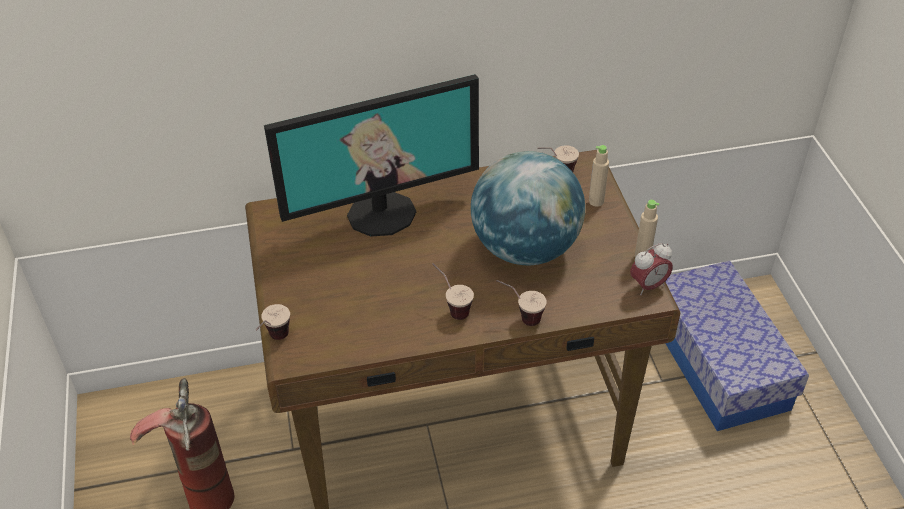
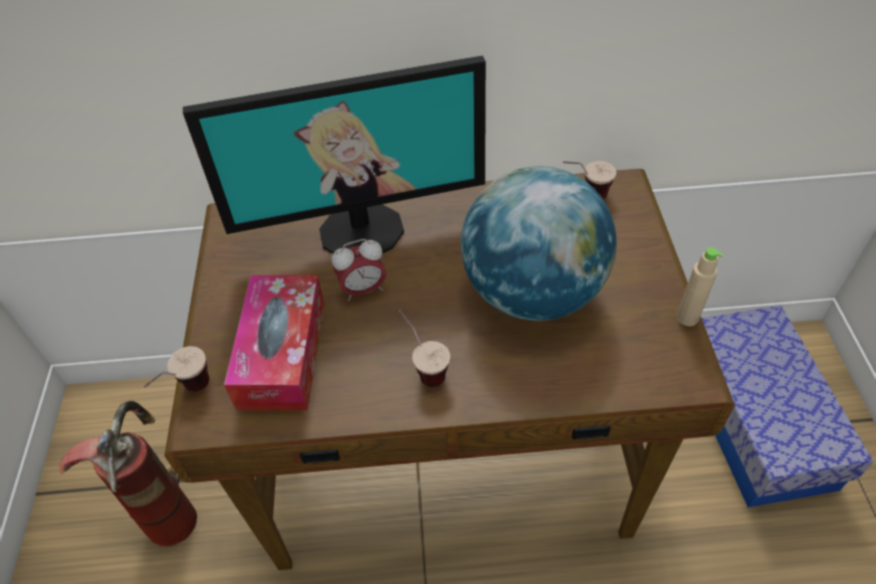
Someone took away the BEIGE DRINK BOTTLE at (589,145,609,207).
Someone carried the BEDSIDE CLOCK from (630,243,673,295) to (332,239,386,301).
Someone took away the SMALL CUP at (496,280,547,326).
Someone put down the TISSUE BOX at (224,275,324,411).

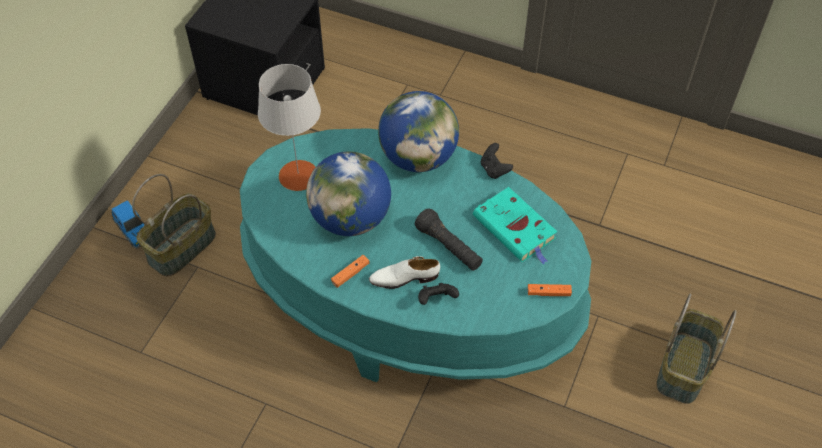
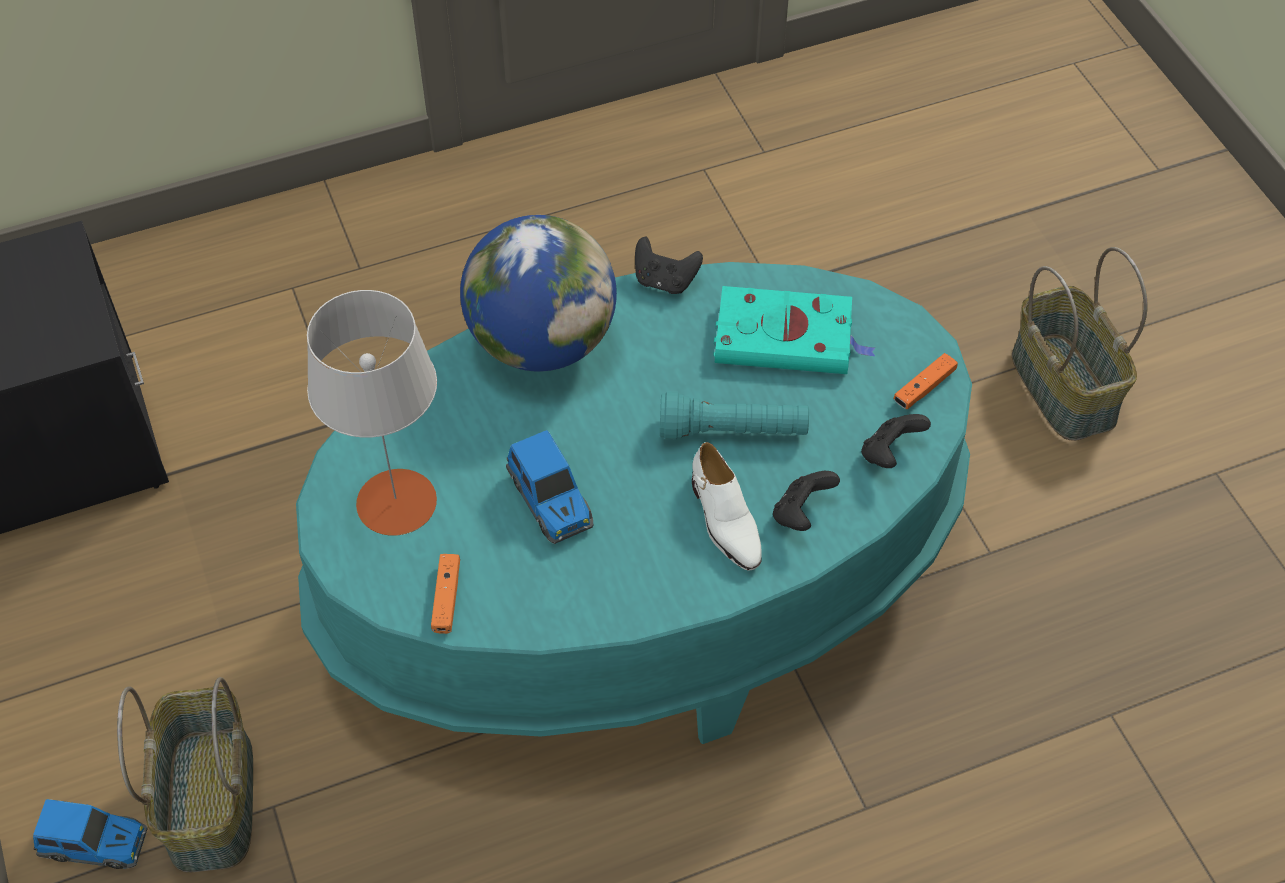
Someone swapped the GLOBE at (306,151,391,236) for the TOY CAR at (506,430,594,544).
Someone repainted the BLACK HAND TORCH at (415,208,483,271), which became the BLUE-GREEN HAND TORCH at (660,392,809,439).
Someone carried the ORANGE GAMEPAD from (331,255,370,288) to (431,554,460,634).
Someone rotated the WHITE ITEM OF FOOTWEAR at (369,256,440,289) by 60 degrees counterclockwise.
Someone put down the BLACK GAMEPAD at (861,414,931,468).

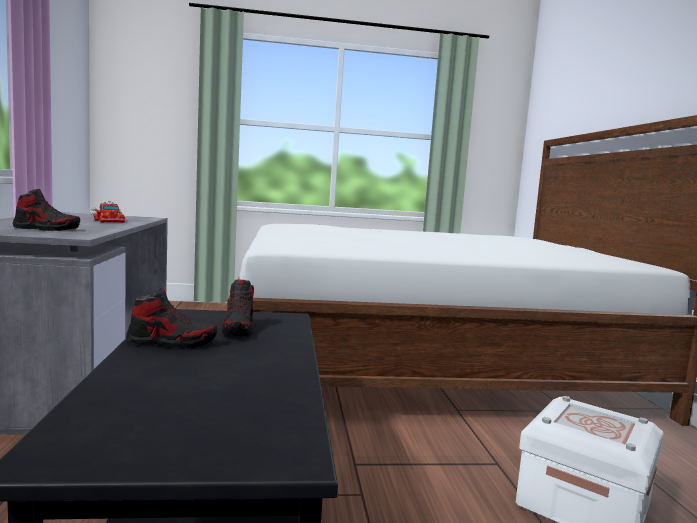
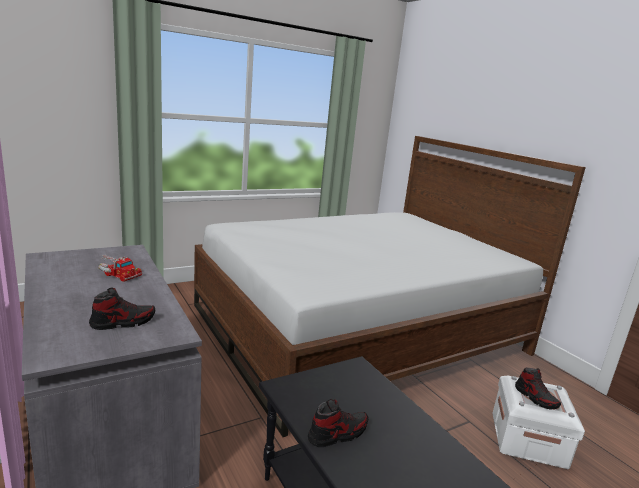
Someone carried the ITEM OF FOOTWEAR from (222,280,254,337) to (515,368,561,409).

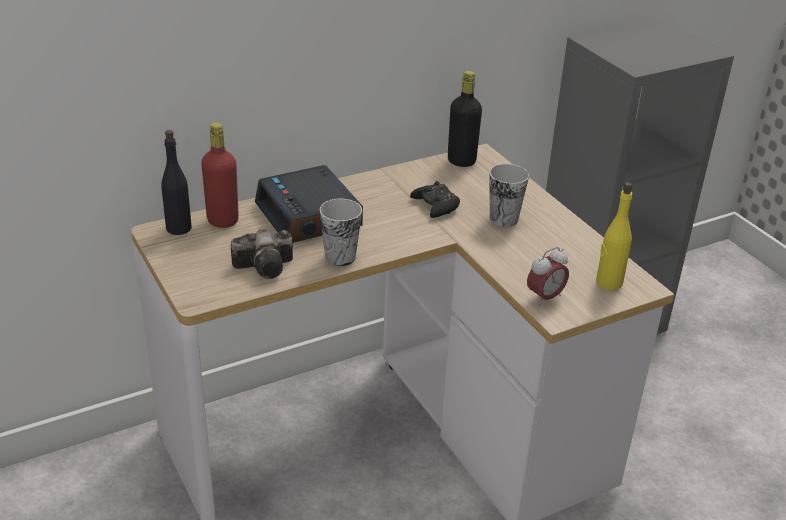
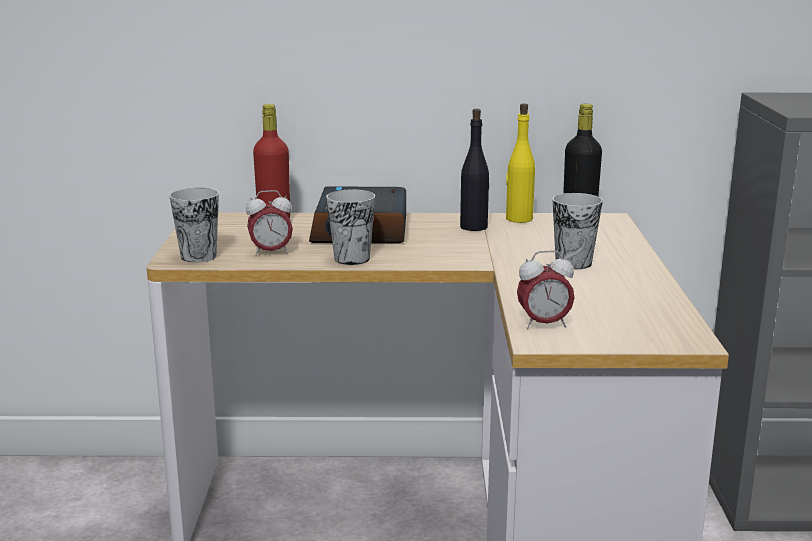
Someone carried the BLACK DRINK BOTTLE from (162,130,191,235) to (460,109,489,231).
Someone took away the BLACK GAMEPAD at (410,181,460,218).
Someone carried the YELLOWISH DRINK BOTTLE from (596,182,633,290) to (506,103,535,223).
Someone swapped the STILL CAMERA at (231,229,293,279) for the BEDSIDE CLOCK at (246,190,293,256).
Someone put down the SMALL CUP at (169,188,219,263).

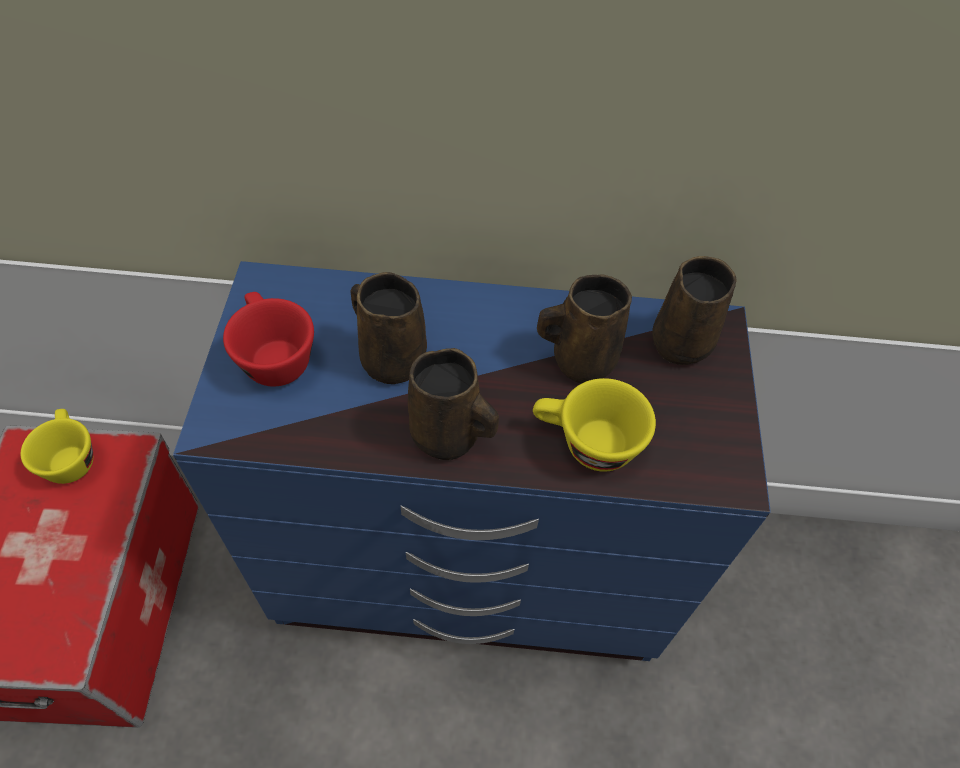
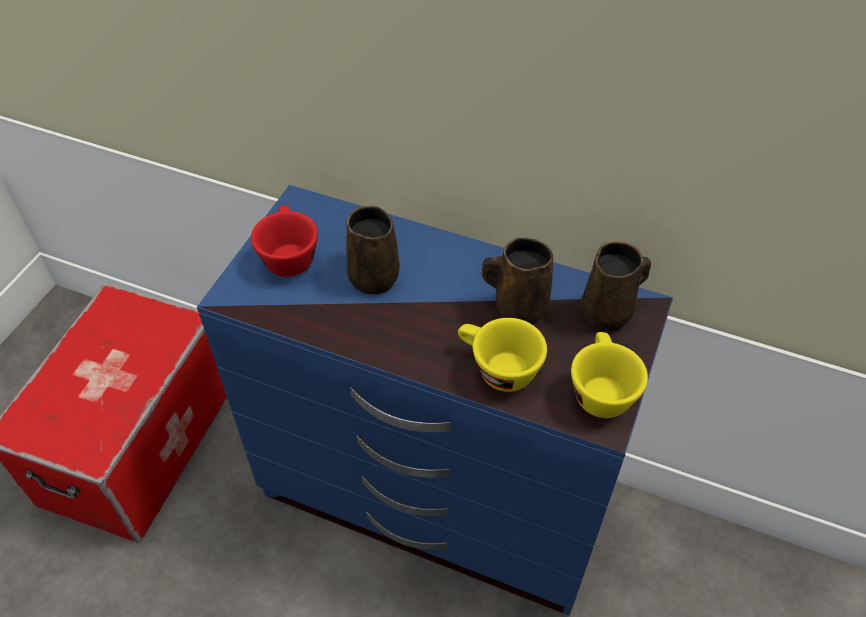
Someone took away the BROWN TEA MUG at (408,348,499,460).
Someone carried the YELLOWISH SMALL CUP from (21,409,93,484) to (571,332,648,418).

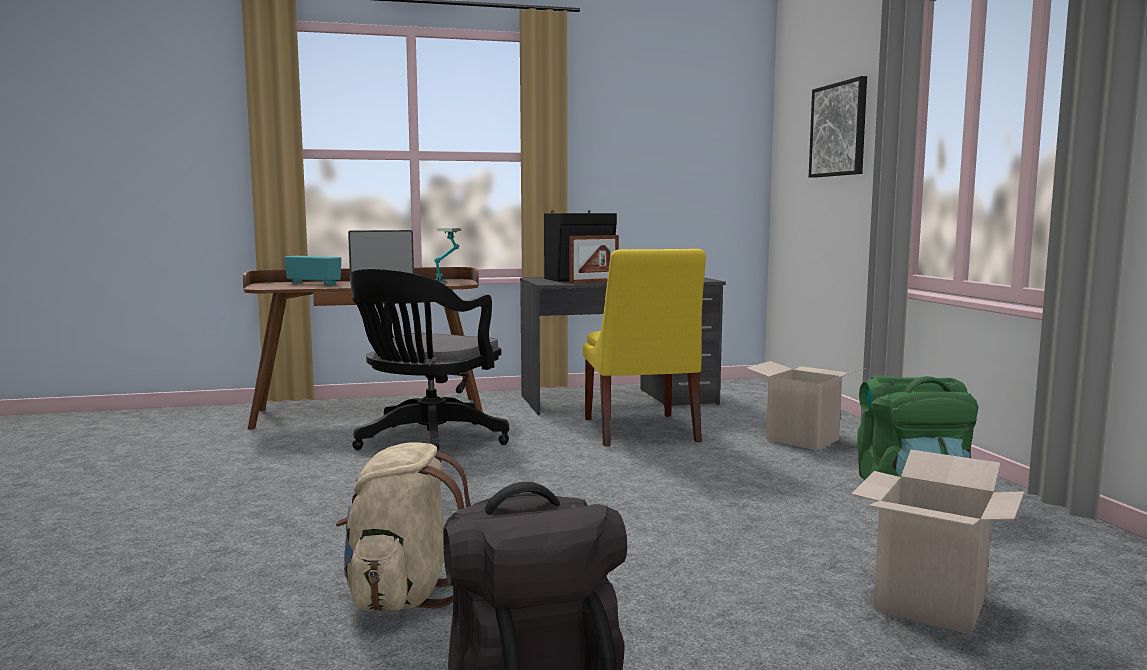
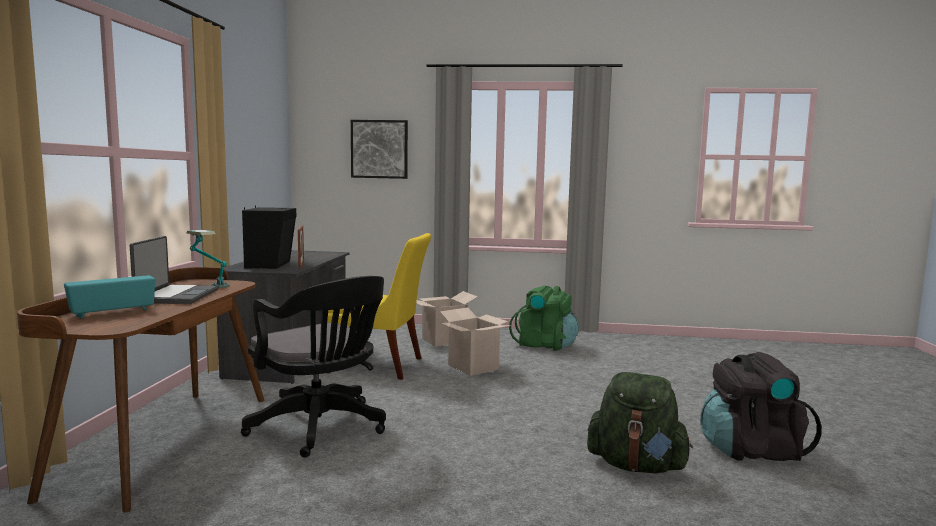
Someone repainted the BEIGE KNAPSACK at (336,442,471,611), which became the GREENISH KNAPSACK at (587,372,693,474).
Someone carried the PACKING BOX from (851,450,1025,635) to (440,307,512,376).

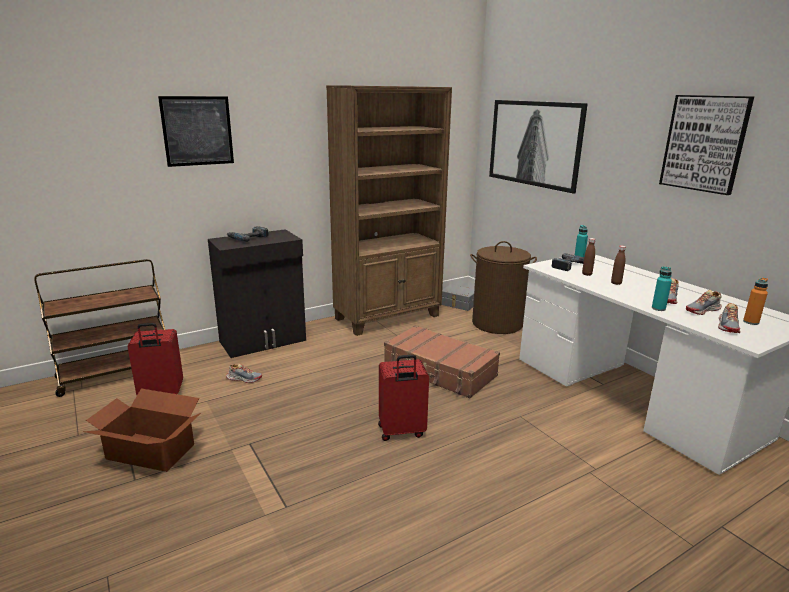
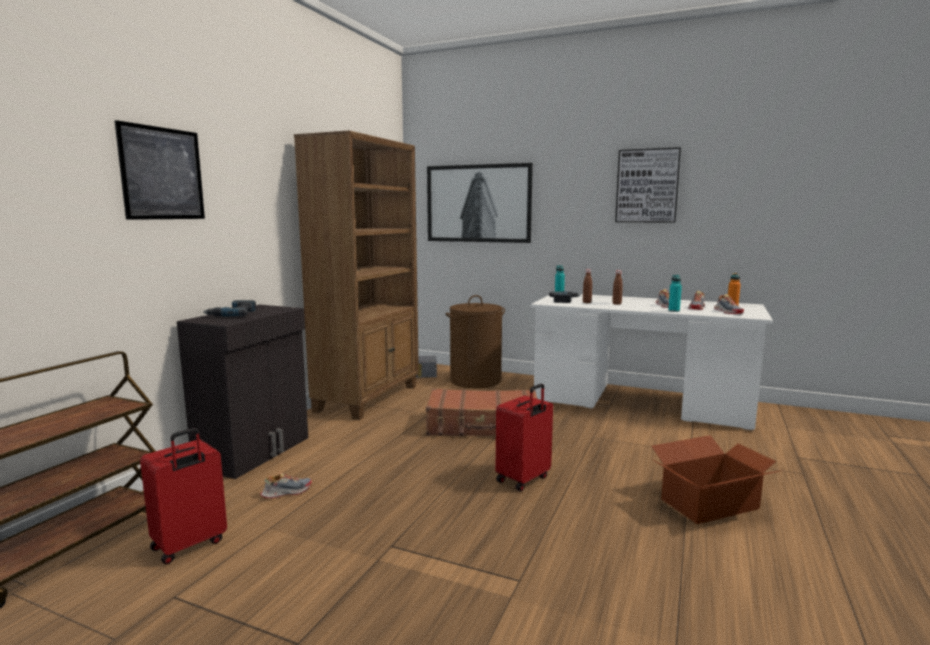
Someone carried the PACKING BOX from (82,388,201,472) to (651,435,784,524).

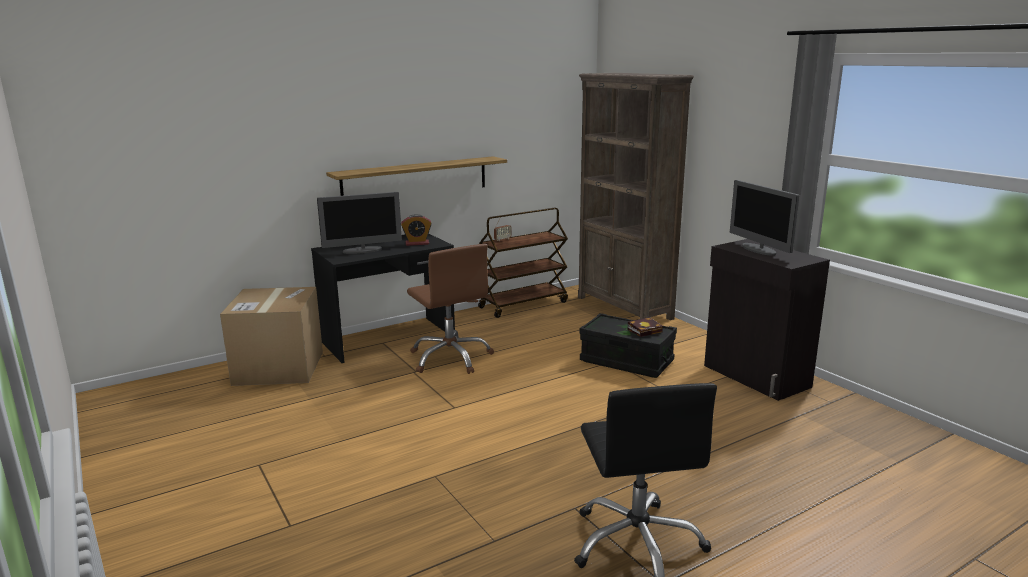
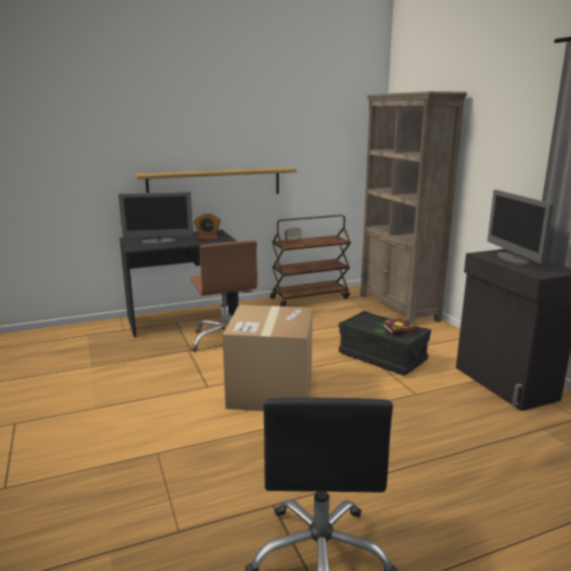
Someone carried the PACKING BOX from (220,287,323,386) to (222,305,313,411).

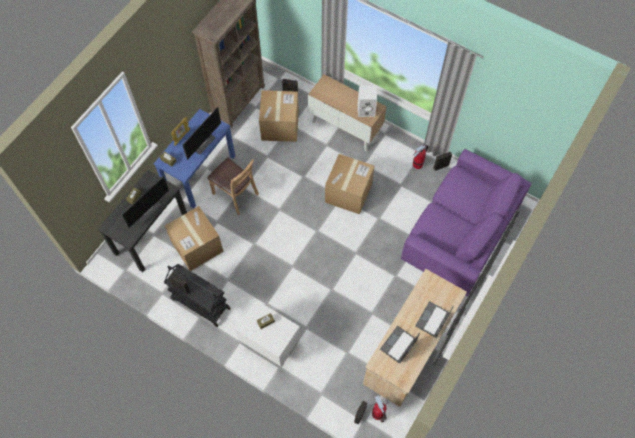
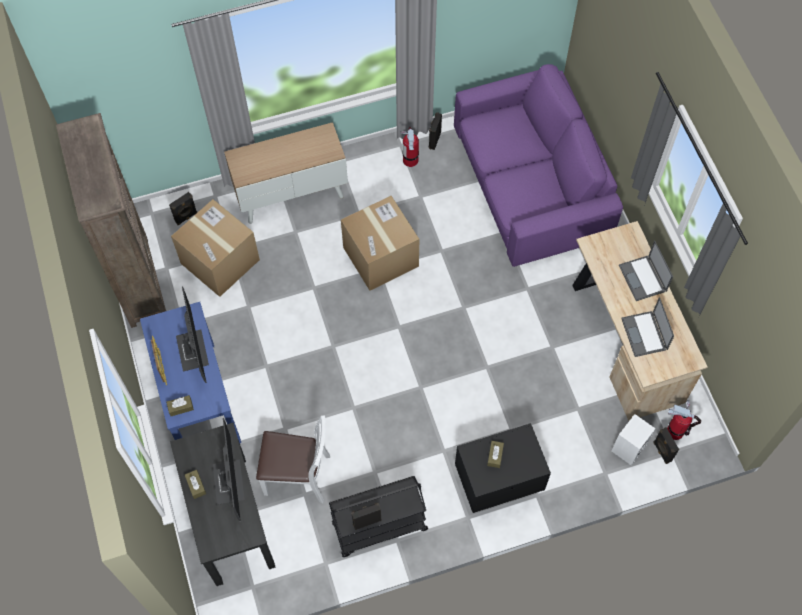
Someone carried the WHITE LOUDSPEAKER from (358,86,377,117) to (611,414,656,465).
Someone took away the BROWN PLAIN CHAIR at (207,157,259,215).
Someone swapped the PACKING BOX at (165,206,223,271) for the WHITE PLAIN CHAIR at (256,416,330,503).
Someone repainted the WHITE NIGHT TABLE at (235,300,300,367), which became the BLACK NIGHT TABLE at (455,423,551,513).

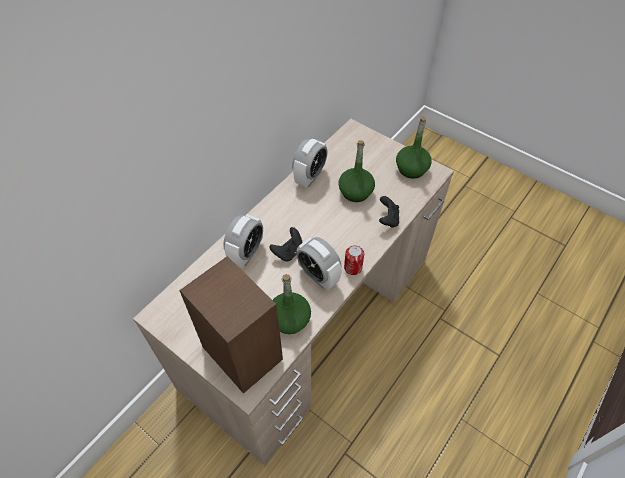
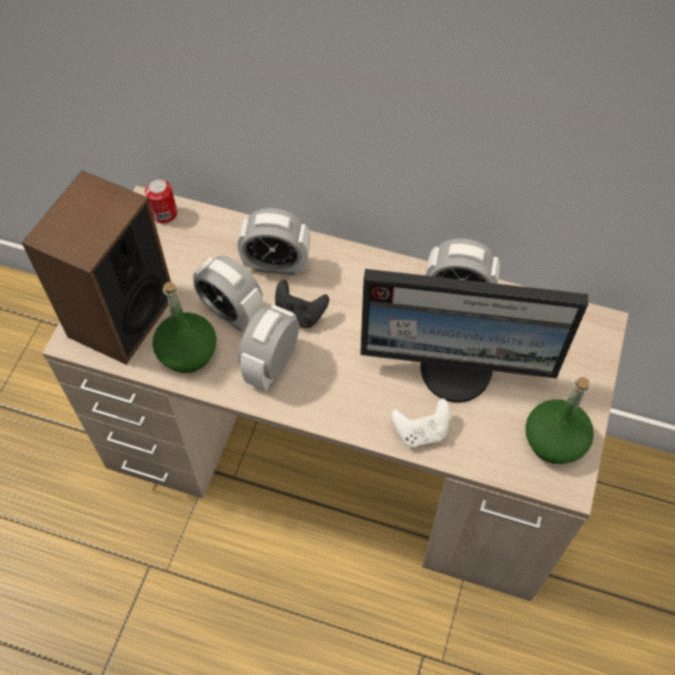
Someone swapped the GREENISH DRINK BOTTLE at (338,140,375,202) for the COMPUTER DISPLAY at (360,269,588,403).
Someone repainted the BLACK GAMEPAD at (379,196,399,228), which became the WHITE GAMEPAD at (391,398,450,448).
Someone carried the SEALED CAN from (344,245,364,275) to (145,179,177,224).
Someone put down the BEDSIDE CLOCK at (193,255,264,332).

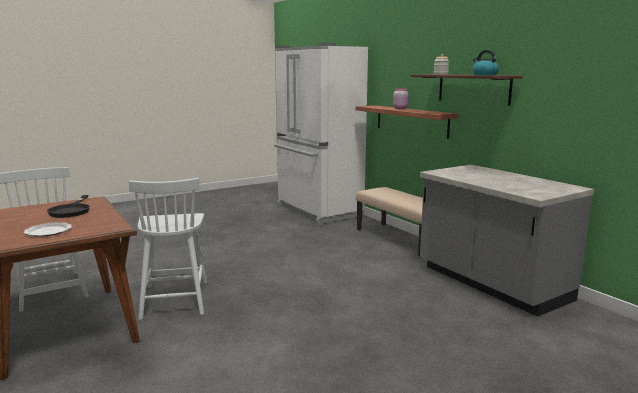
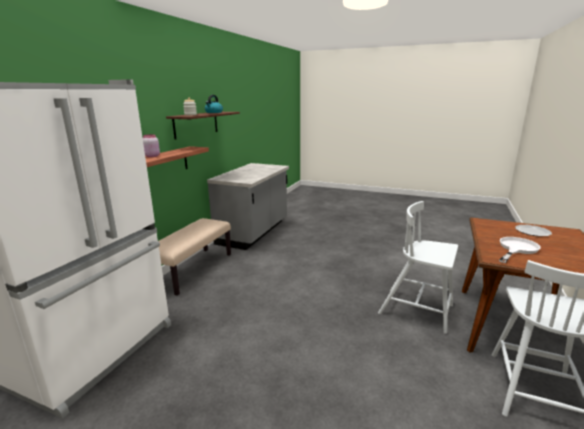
Someone rotated the WHITE PLAIN CHAIR at (129,178,207,320) by 105 degrees counterclockwise.
Someone repainted the BLACK FRYING PAN at (47,195,90,218), which became the WHITE FRYING PAN at (499,237,541,263).

